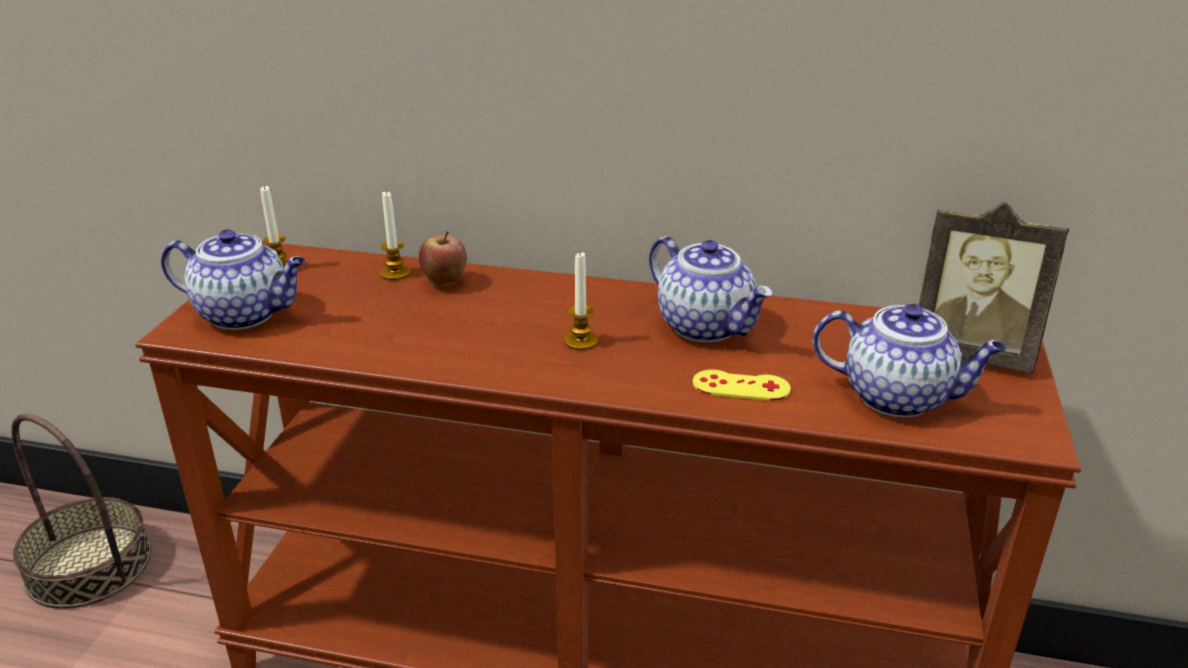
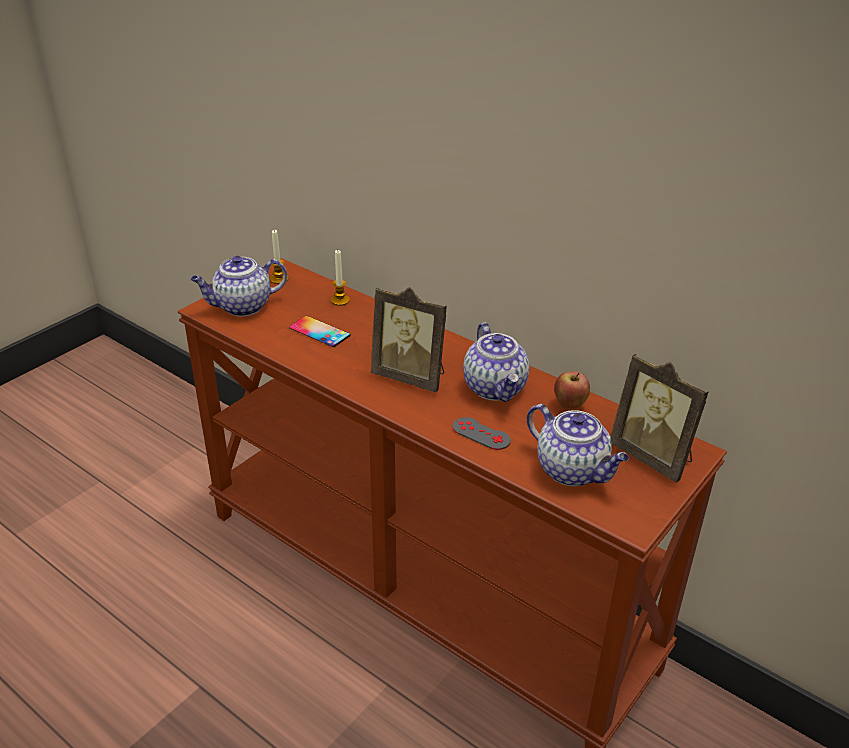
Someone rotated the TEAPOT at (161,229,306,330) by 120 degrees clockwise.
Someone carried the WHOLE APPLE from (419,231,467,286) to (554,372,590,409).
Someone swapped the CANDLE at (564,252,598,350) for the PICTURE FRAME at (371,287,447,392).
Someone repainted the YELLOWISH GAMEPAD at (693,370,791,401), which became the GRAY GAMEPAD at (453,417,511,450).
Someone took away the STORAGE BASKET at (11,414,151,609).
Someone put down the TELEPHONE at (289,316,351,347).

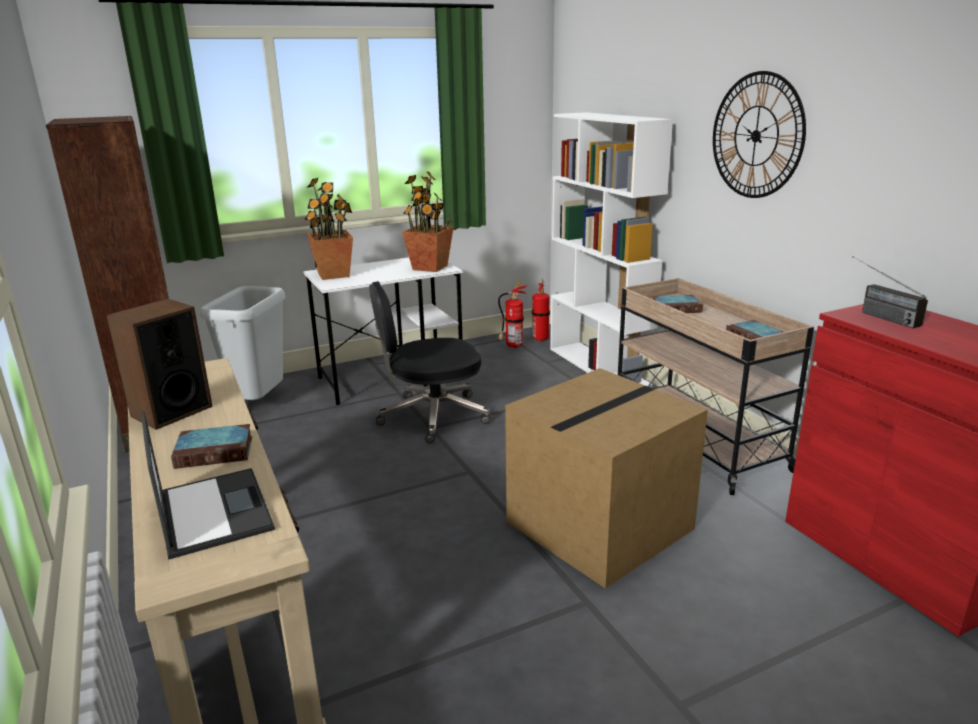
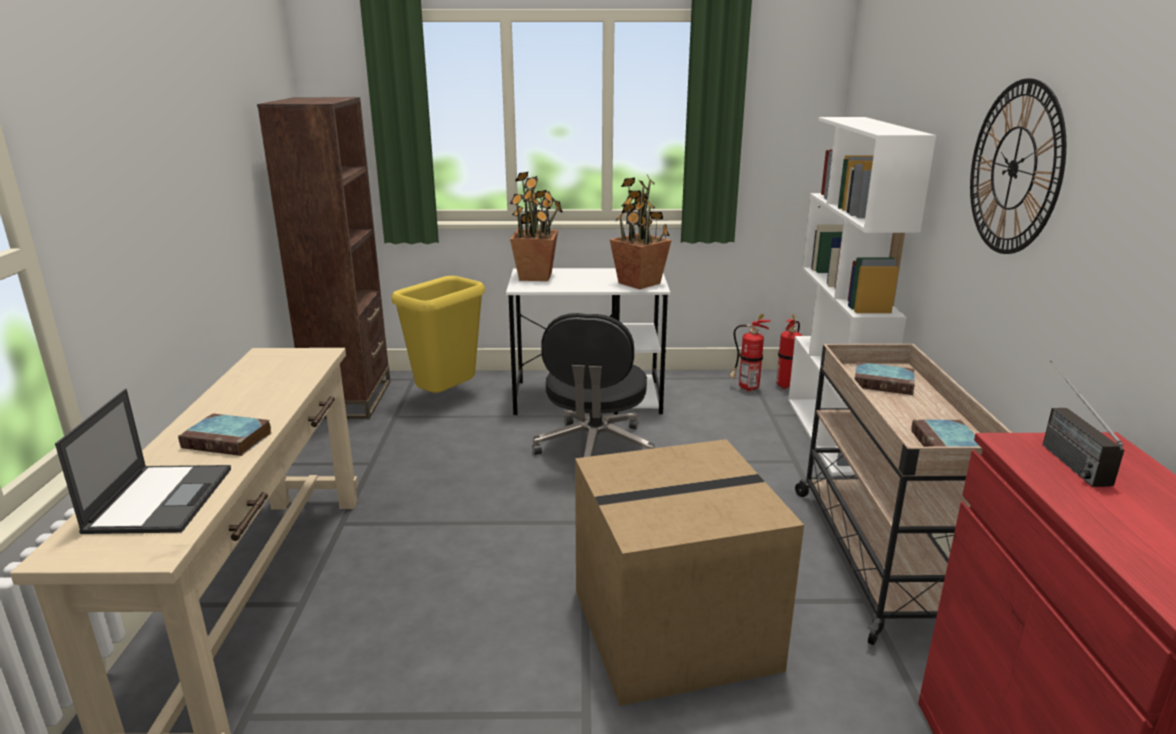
Someone rotated the BLACK COMPUTER CHAIR at (369,281,490,443) by 90 degrees counterclockwise.
Someone repainted the GRAY WASTE BIN at (200,286,286,400), which became the YELLOWISH WASTE BIN at (391,276,485,393).
Someone took away the LOUDSPEAKER at (107,299,213,430).

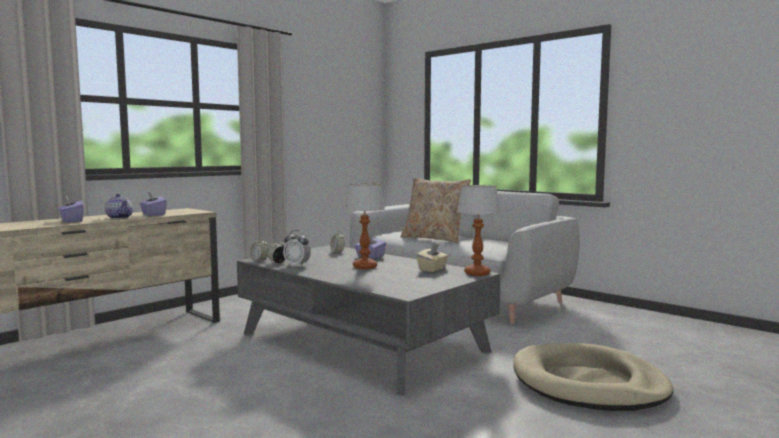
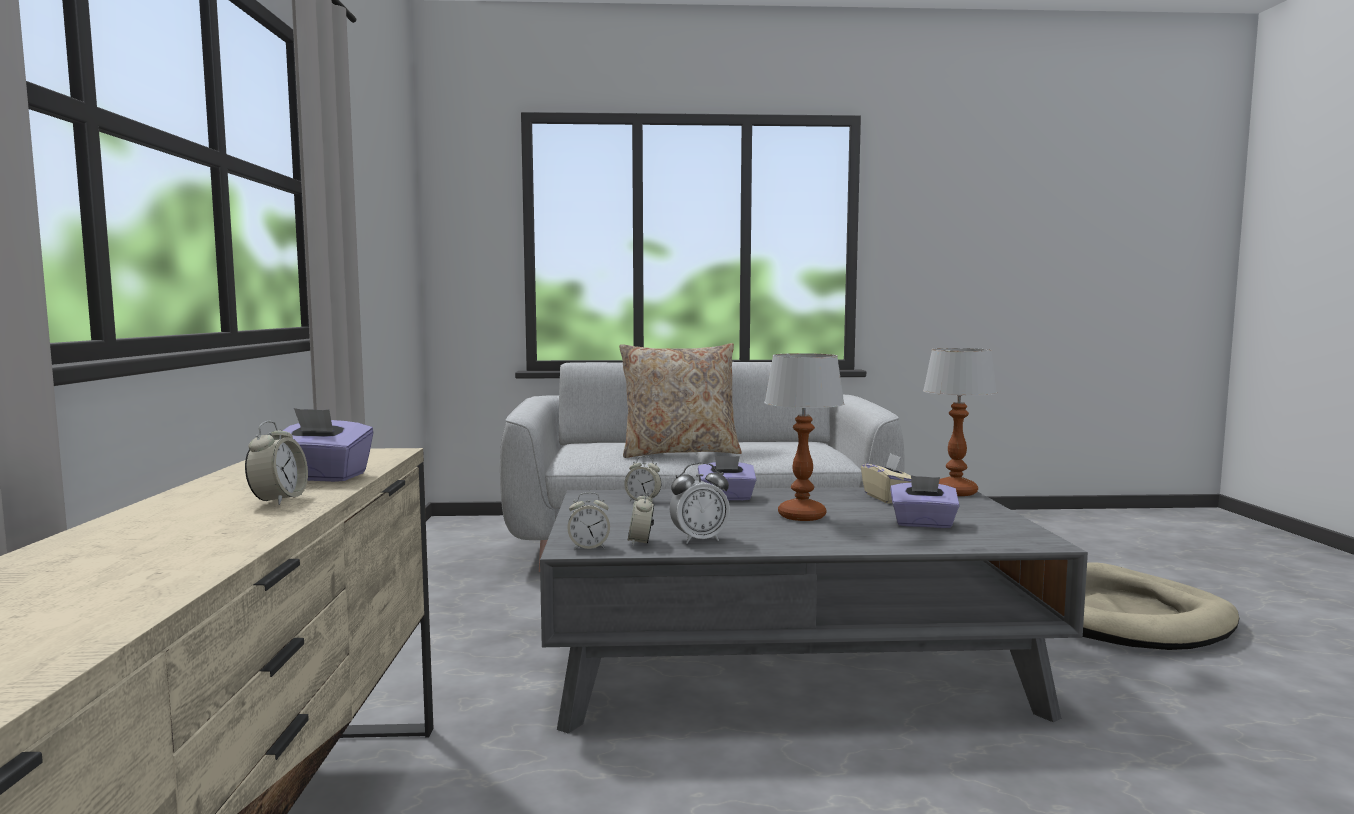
Someone swapped the TEAPOT at (105,194,133,219) for the BEDSIDE CLOCK at (245,421,308,505).
Someone carried the PURPLE TISSUE BOX from (58,196,84,223) to (890,475,960,528).

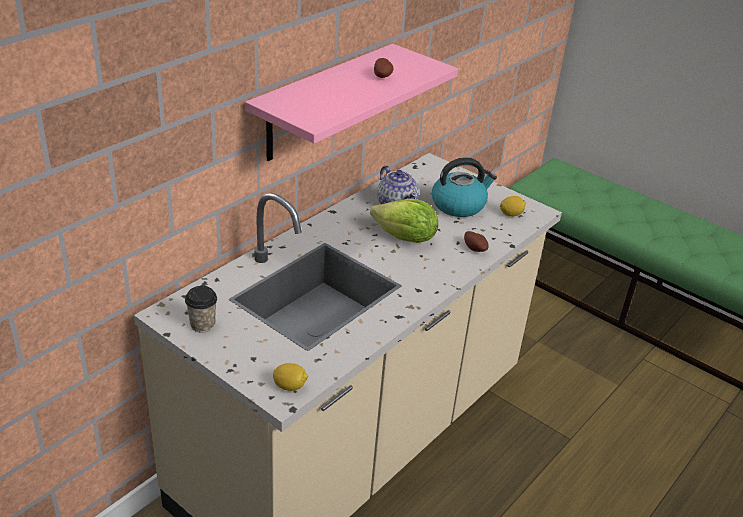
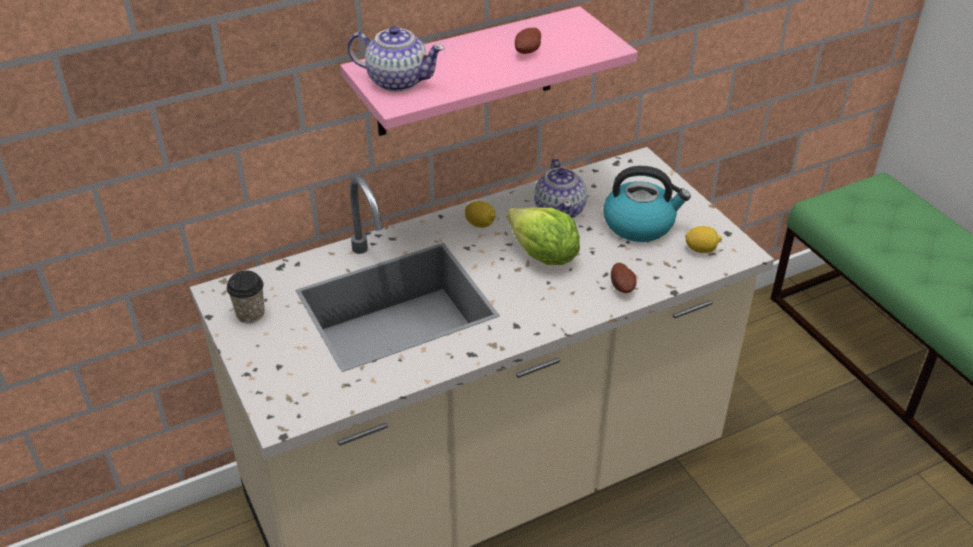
Someone carried the CITRUS FRUIT from (273,363,308,391) to (465,201,496,228).
Someone put down the TEAPOT at (347,26,445,92).

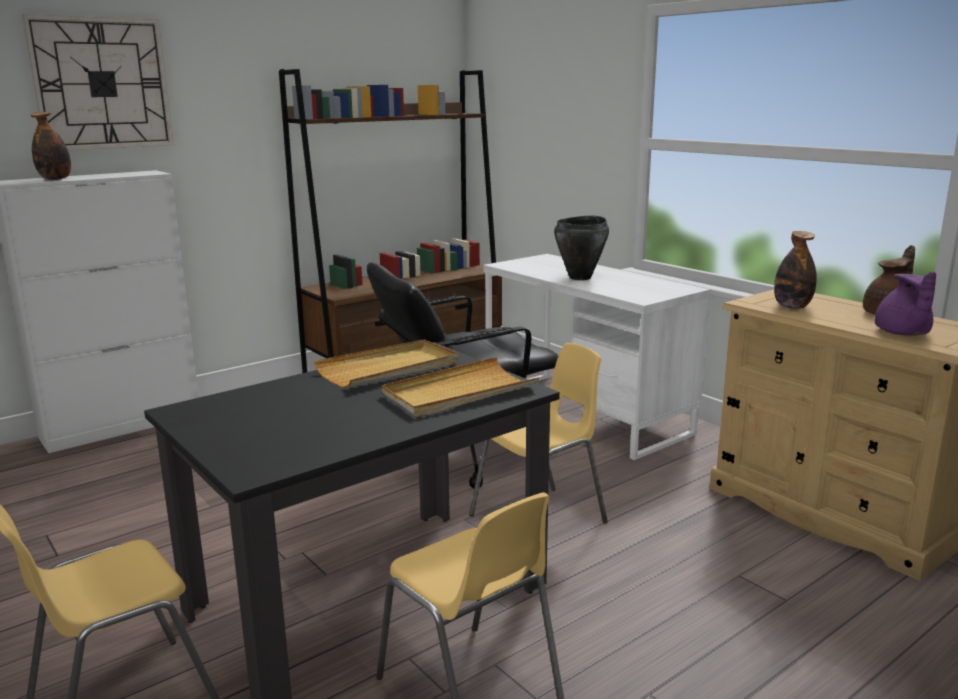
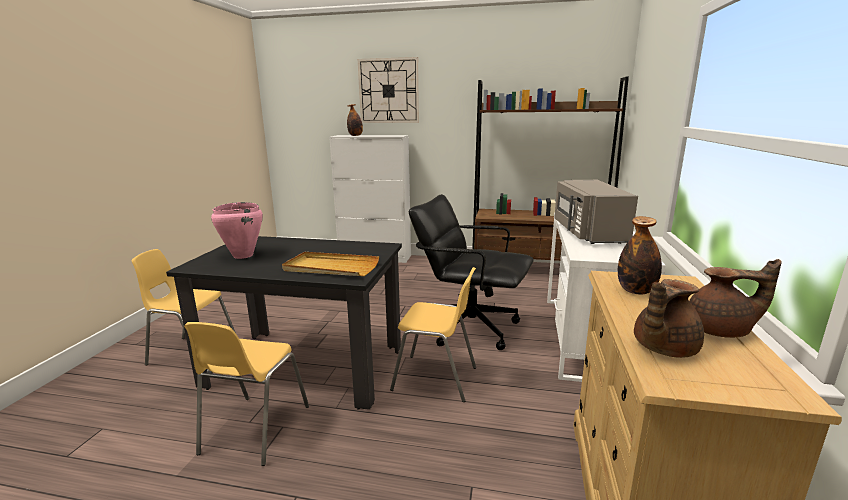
Someone swapped the BLACK COOKING POT at (554,215,609,280) for the GRAY KITCHEN MICROWAVE at (554,180,638,244).
Someone repainted the PURPLE TEAPOT at (875,272,936,336), which became the BROWN TEAPOT at (634,279,704,358).
Someone took away the BEIGE CARRYING TRAY at (314,339,459,388).
Someone put down the PINKISH COOKING POT at (211,202,263,259).

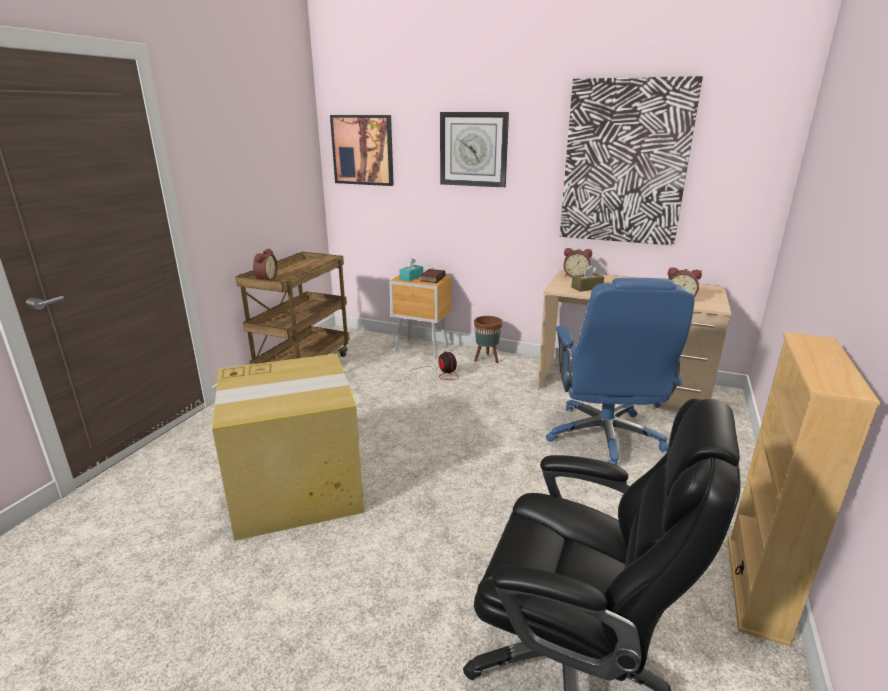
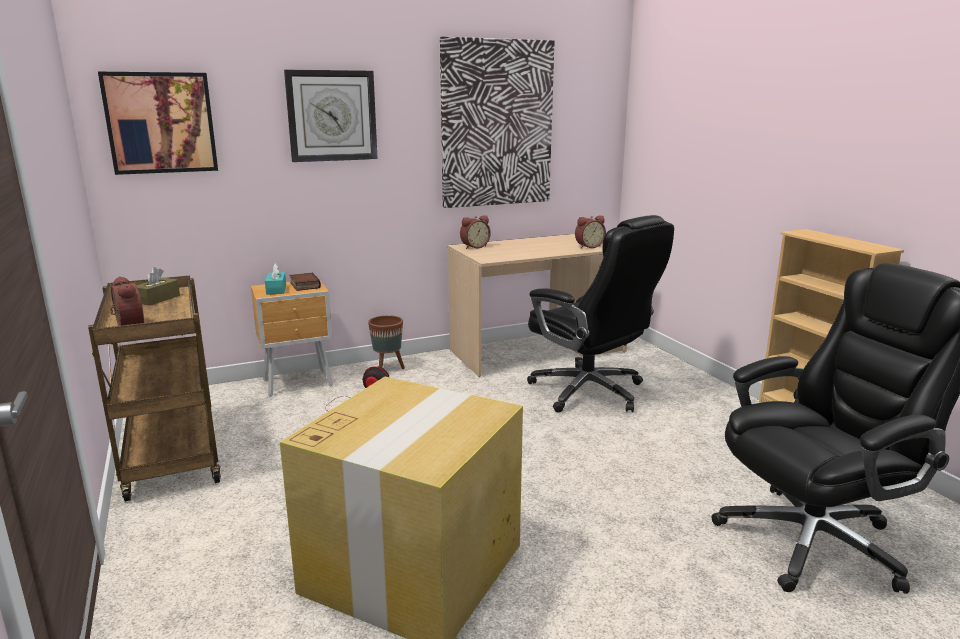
Someone carried the BROWN TISSUE BOX from (571,265,604,292) to (136,267,180,306).
Someone repainted the BLUE-COLOURED COMPUTER CHAIR at (546,278,694,465), which became the BLACK COMPUTER CHAIR at (527,215,674,413).

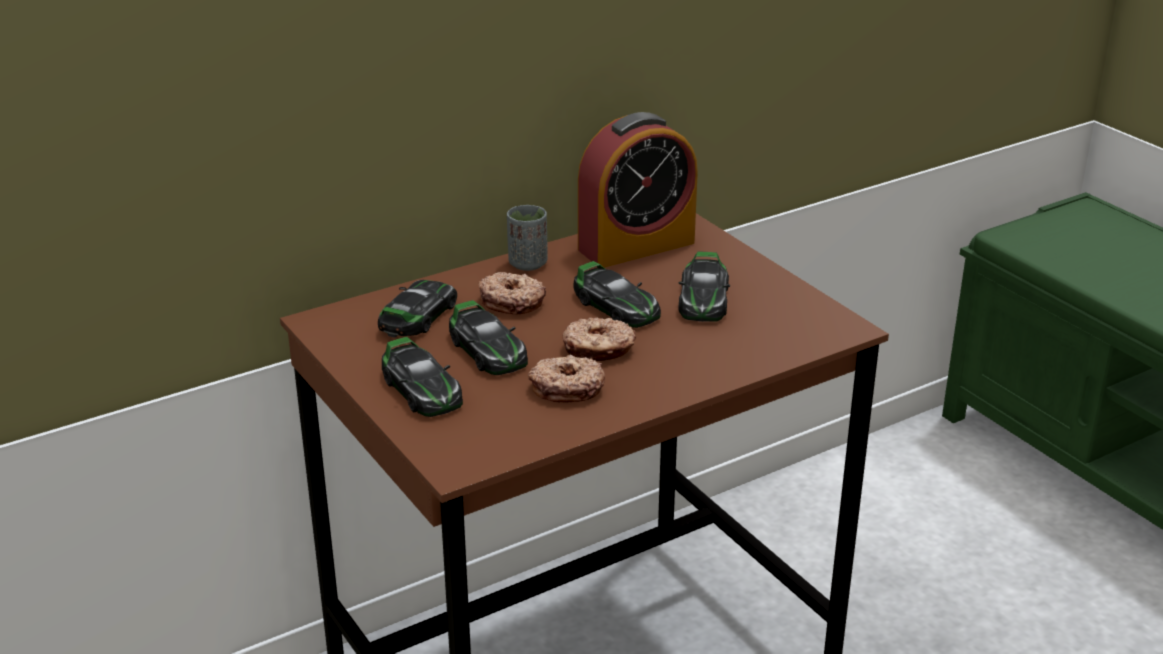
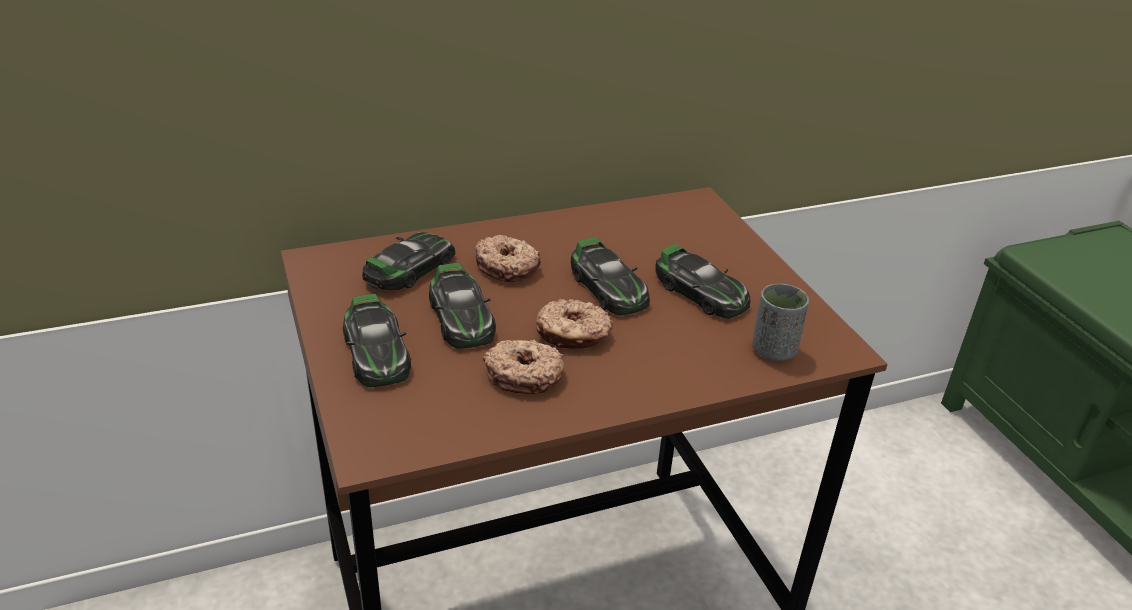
Someone took away the BEDSIDE CLOCK at (578,112,698,268).
Someone carried the GRAY SMALL CUP from (507,205,548,271) to (752,284,809,361).
Someone rotated the TOY CAR at (678,252,730,322) by 60 degrees counterclockwise.

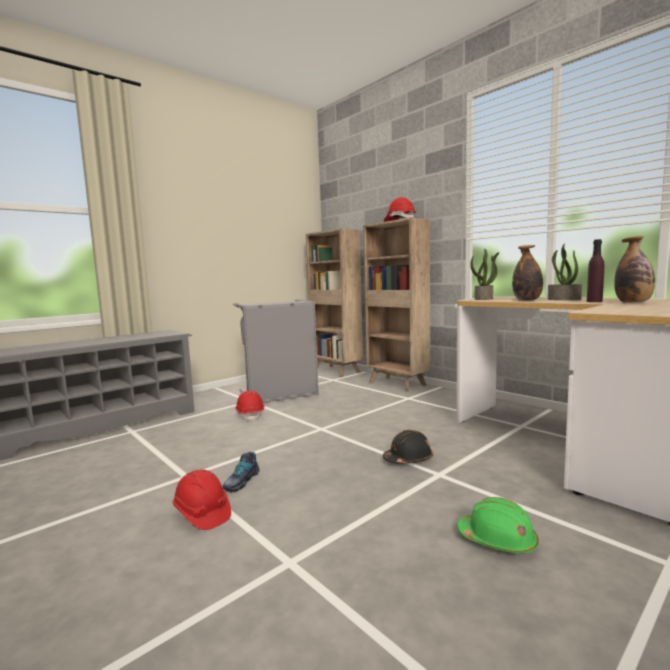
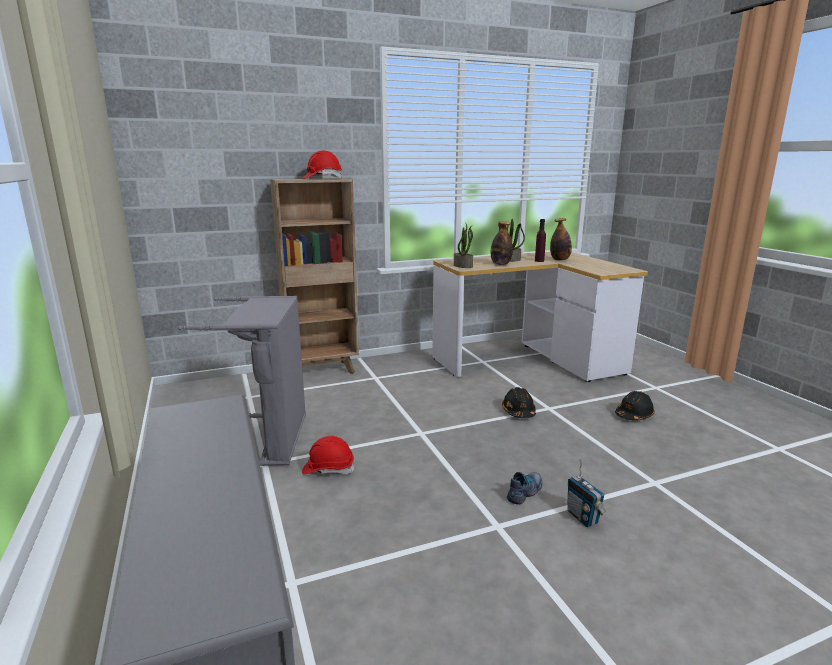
Someone took away the BROWN SHELVING UNIT at (306,228,363,377).
Someone rotated the ITEM OF FOOTWEAR at (222,452,259,493) by 90 degrees counterclockwise.
Someone swapped the REDDISH WORK HELMET at (172,469,231,530) for the RADIO at (567,459,606,527).
Someone repainted the GREENISH WORK HELMET at (457,497,539,554), which became the BLACK WORK HELMET at (615,391,655,421).

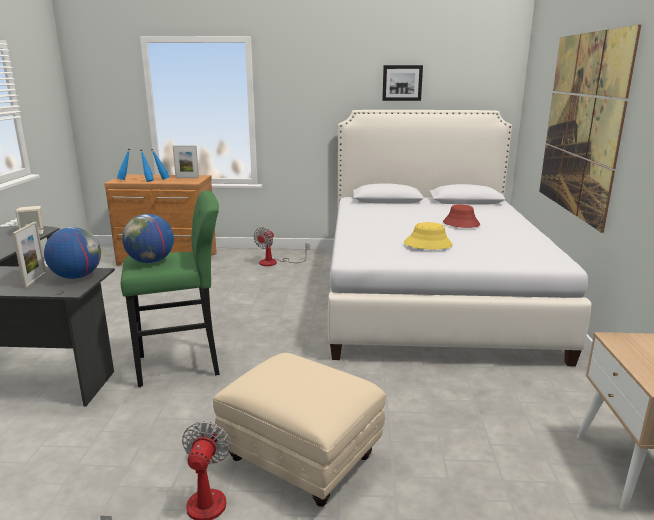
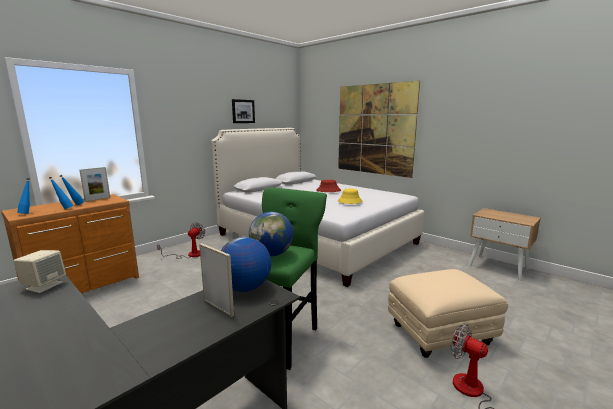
Someone rotated the ELECTRIC FAN at (254,227,310,266) by 135 degrees counterclockwise.

